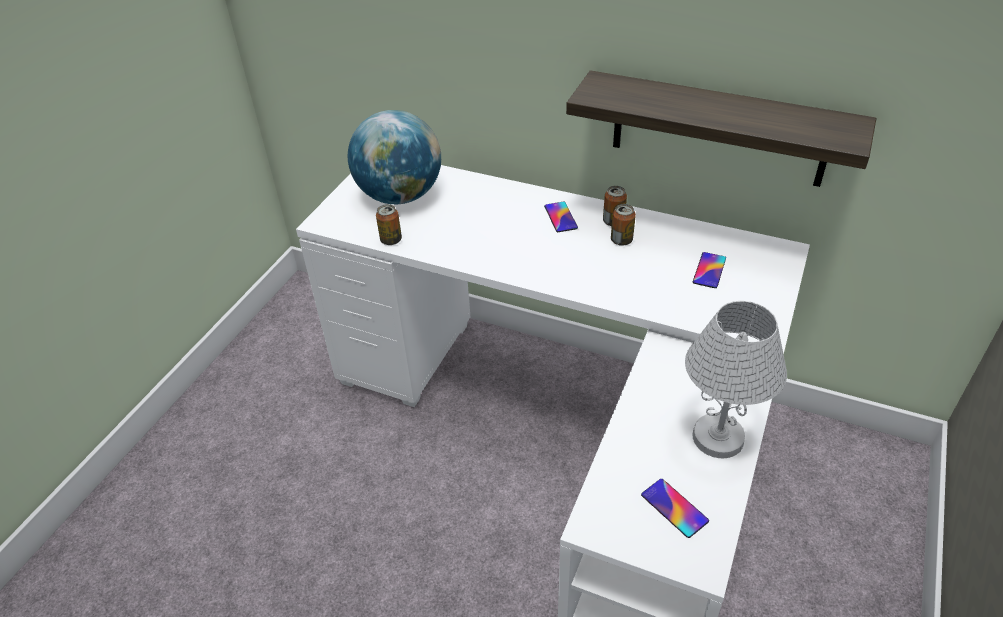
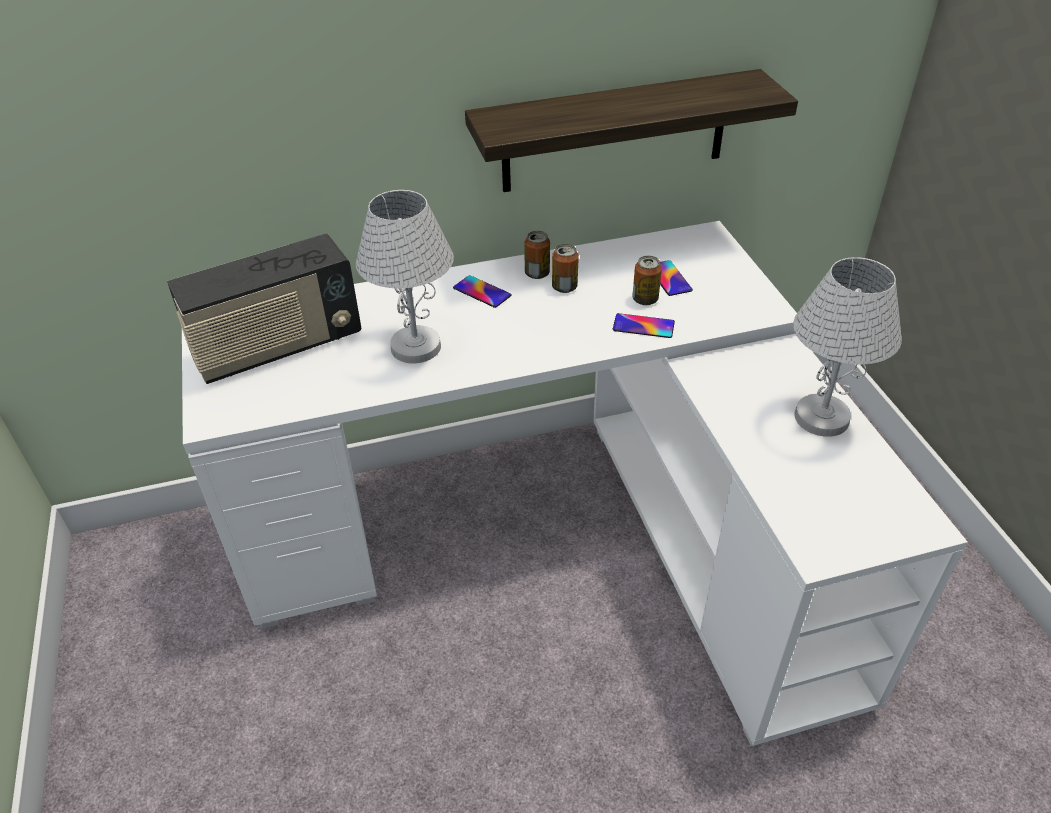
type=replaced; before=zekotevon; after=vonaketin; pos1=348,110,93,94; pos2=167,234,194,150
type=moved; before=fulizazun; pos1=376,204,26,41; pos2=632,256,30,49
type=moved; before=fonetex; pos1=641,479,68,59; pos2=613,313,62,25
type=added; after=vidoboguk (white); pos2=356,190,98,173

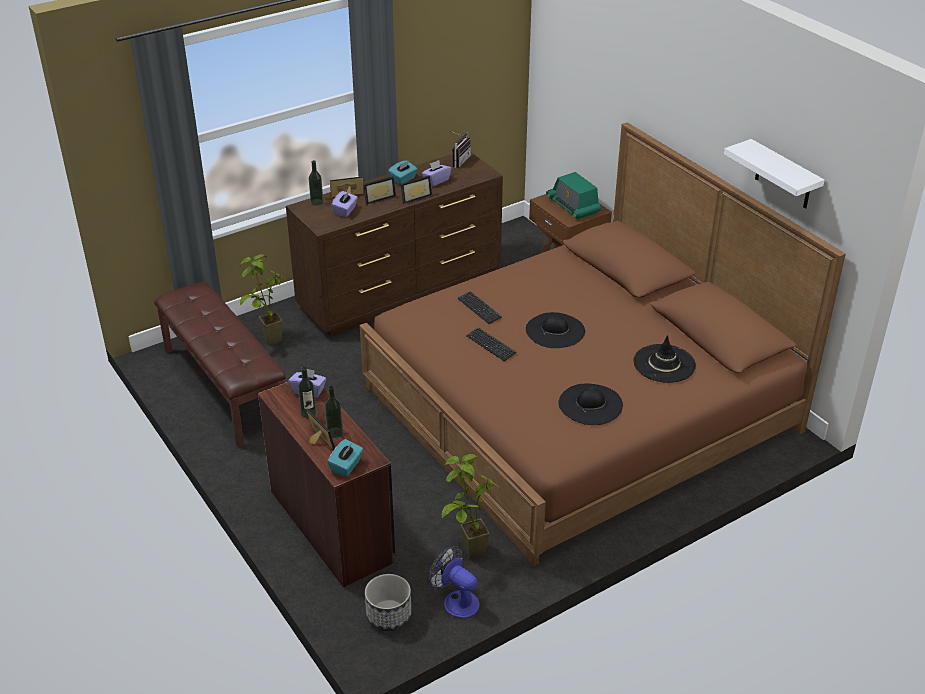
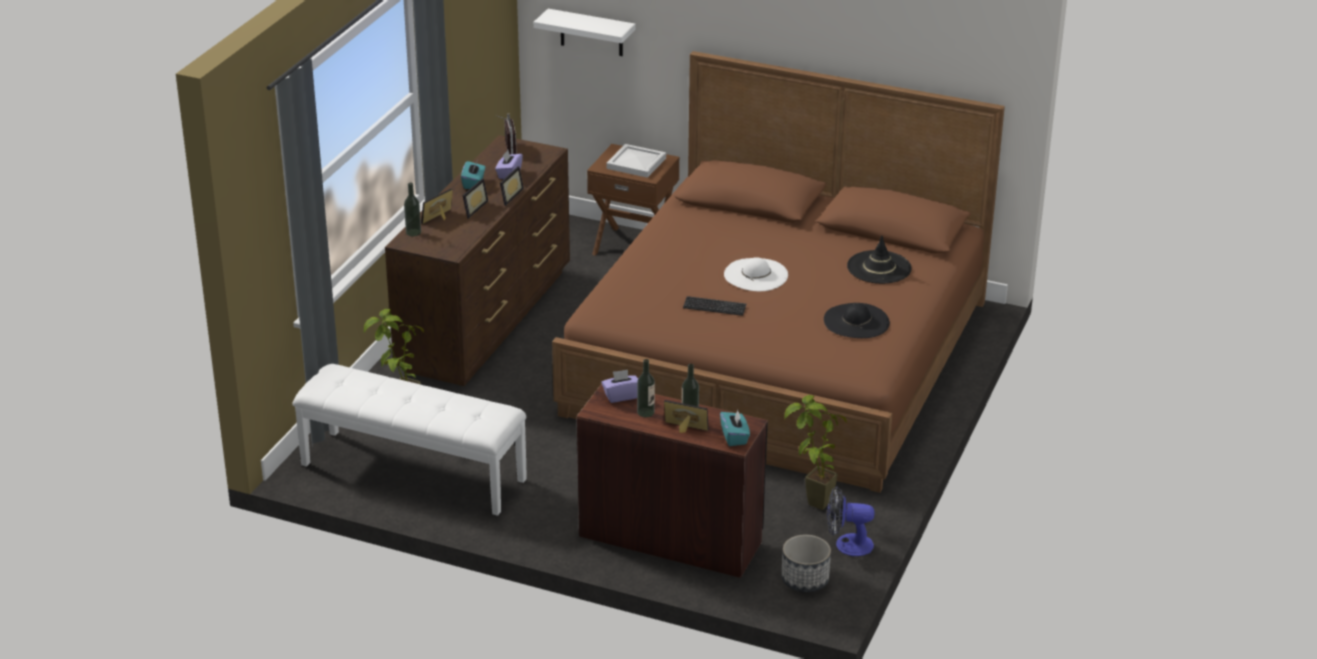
type=recoloured; before=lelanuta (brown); after=lelanuta (white); pos1=154,282,132,166; pos2=292,364,235,152
type=removed; before=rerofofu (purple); pos1=332,190,26,27
type=removed; before=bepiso; pos1=458,291,44,33
type=recoloured; before=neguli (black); after=neguli (white); pos1=526,312,59,36; pos2=724,257,64,34
type=replaced; before=vonaketin; after=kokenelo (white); pos1=546,172,55,48; pos2=606,144,60,34
type=moved; before=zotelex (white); pos1=724,139,100,70; pos2=534,9,102,47

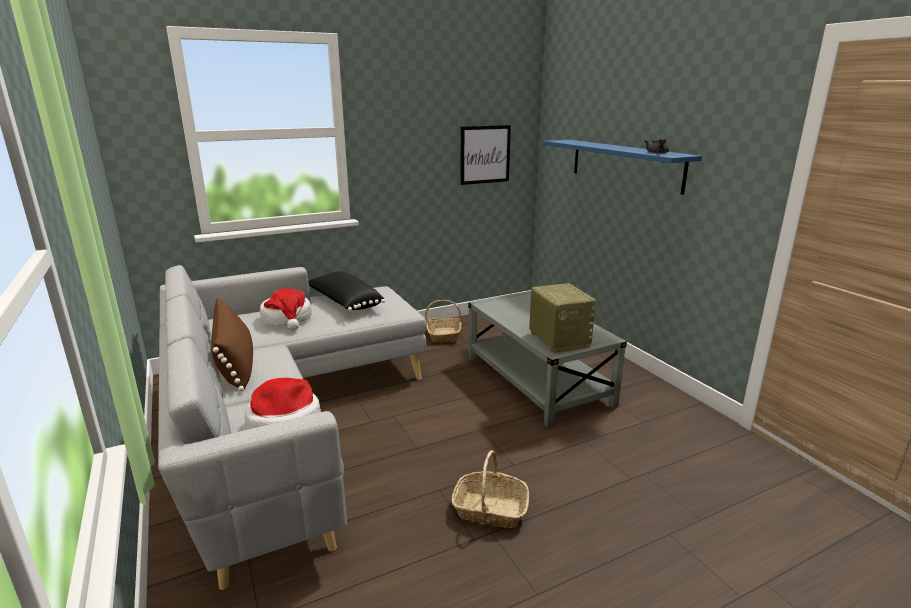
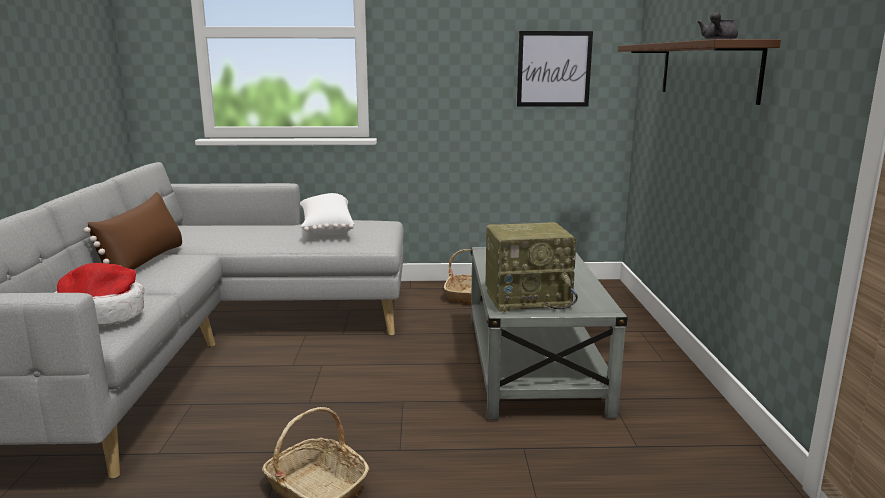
type=removed; before=neguli; pos1=260,288,52,42
type=recoloured; before=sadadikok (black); after=sadadikok (white); pos1=308,271,77,40; pos2=300,193,54,41
type=turned; before=vonaketin; pos1=529,283,67,70; pos2=485,222,93,90; turn=75
type=recoloured; before=zotelex (blue); after=zotelex (brown); pos1=544,140,158,55; pos2=618,39,163,66

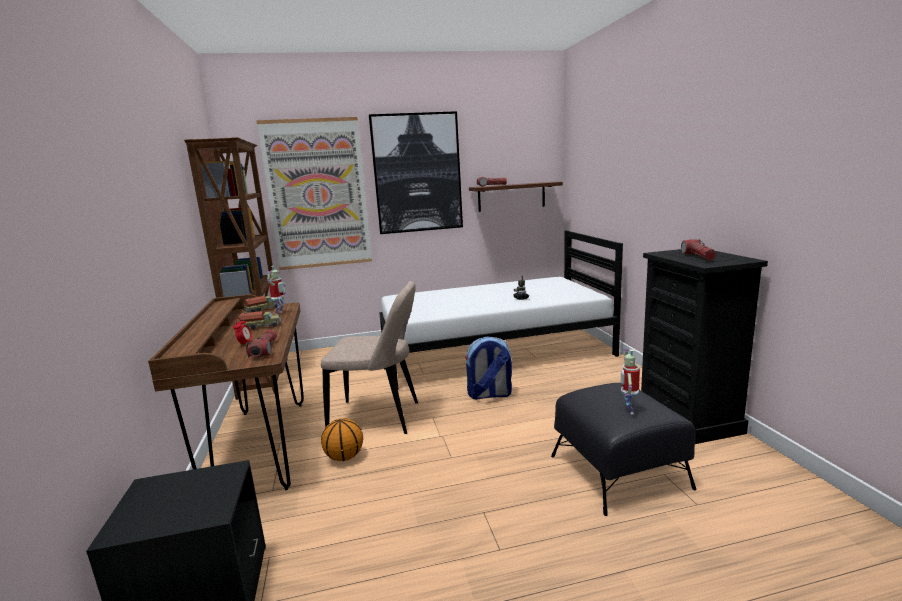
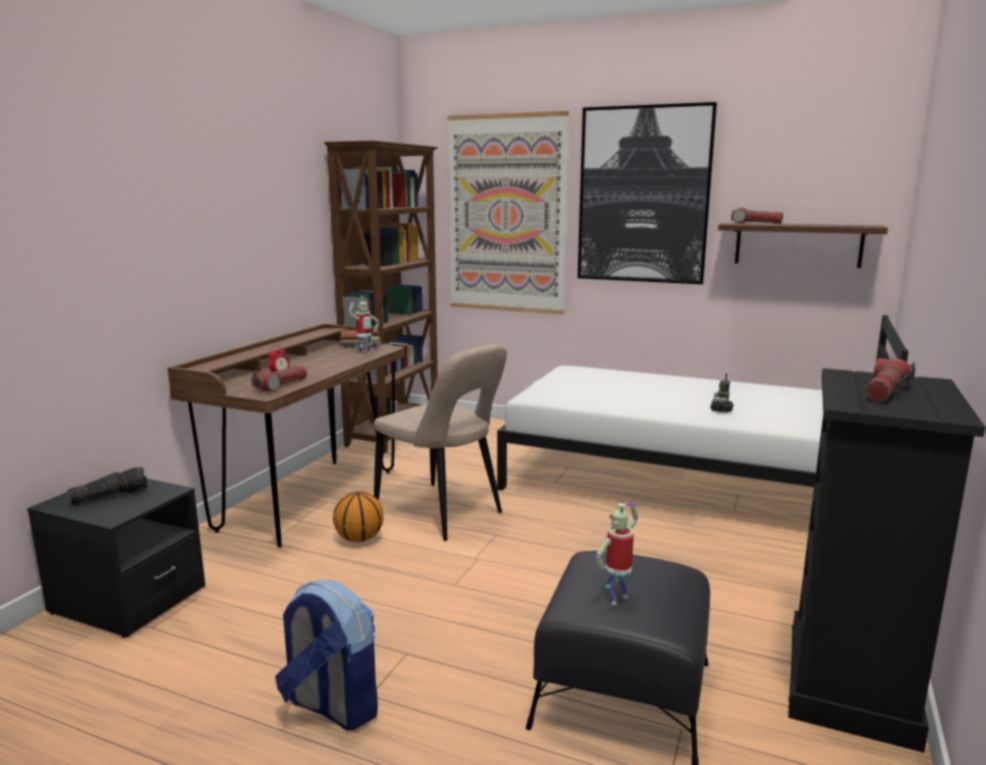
type=removed; before=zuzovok; pos1=240,311,41,19
type=moved; before=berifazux; pos1=465,336,47,64; pos2=275,579,103,152
type=added; after=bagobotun; pos2=68,467,80,38

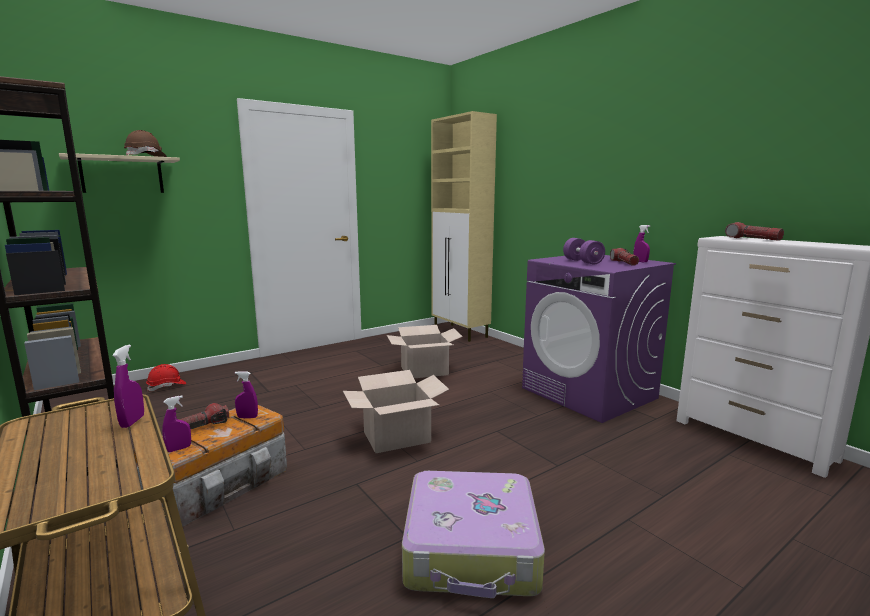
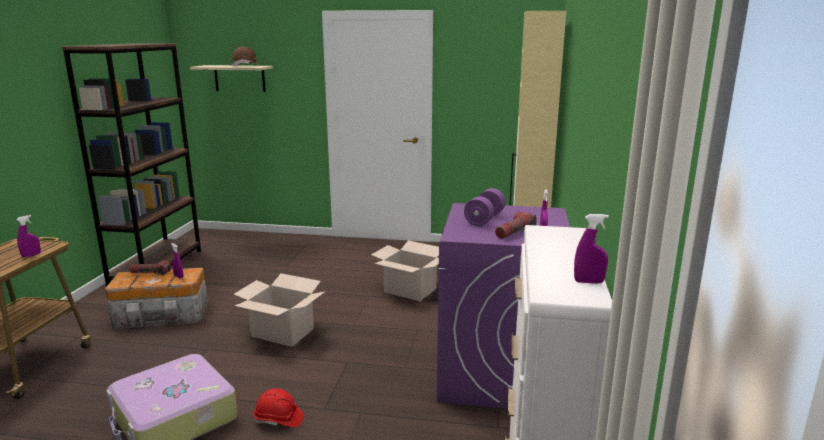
type=moved; before=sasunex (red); pos1=146,364,40,28; pos2=253,388,51,39
type=moved; before=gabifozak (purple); pos1=162,395,29,57; pos2=574,214,35,70
type=removed; before=bagobotun; pos1=725,222,59,19

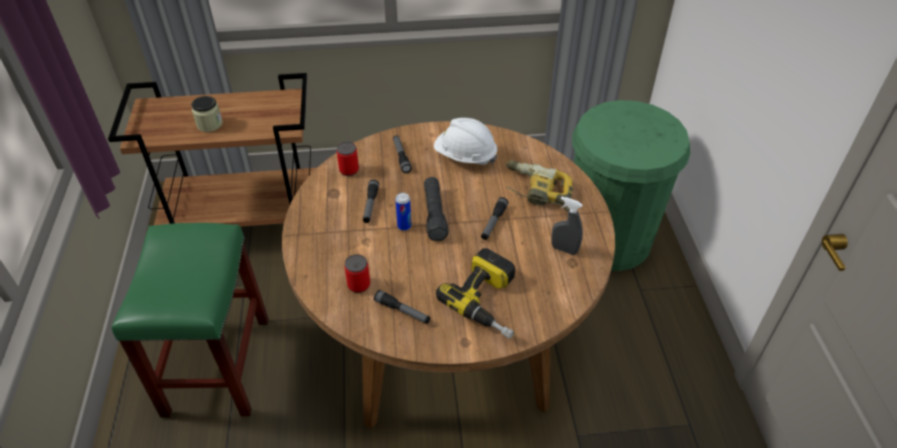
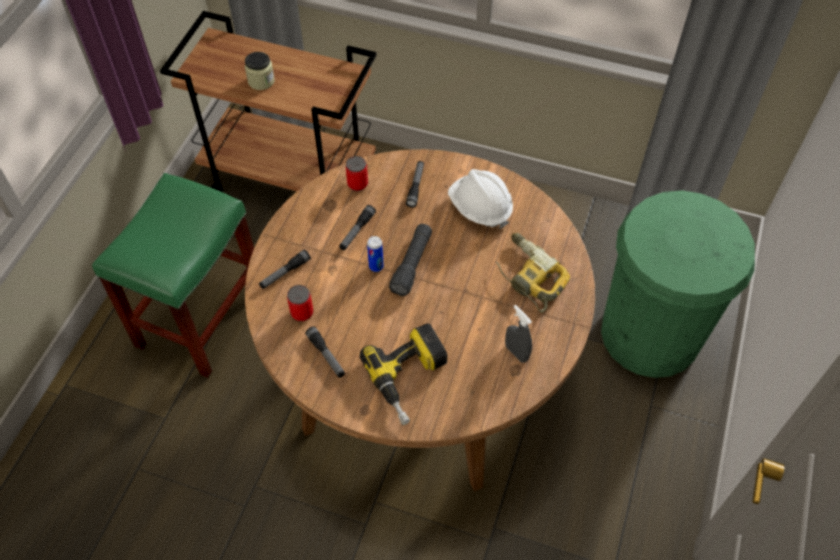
type=moved; before=bagobotun; pos1=481,197,28,43; pos2=259,250,52,39

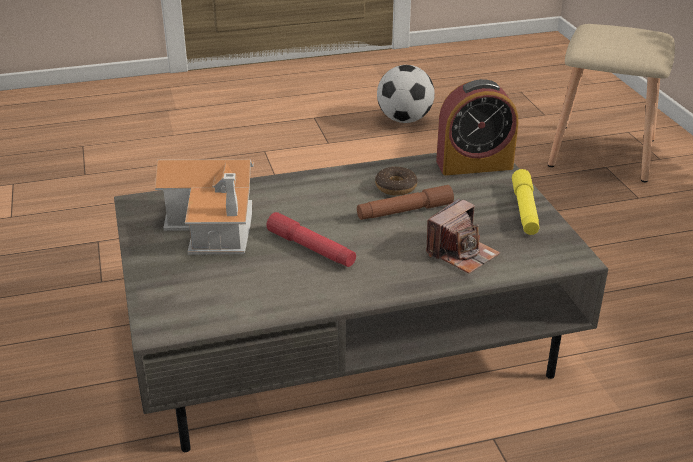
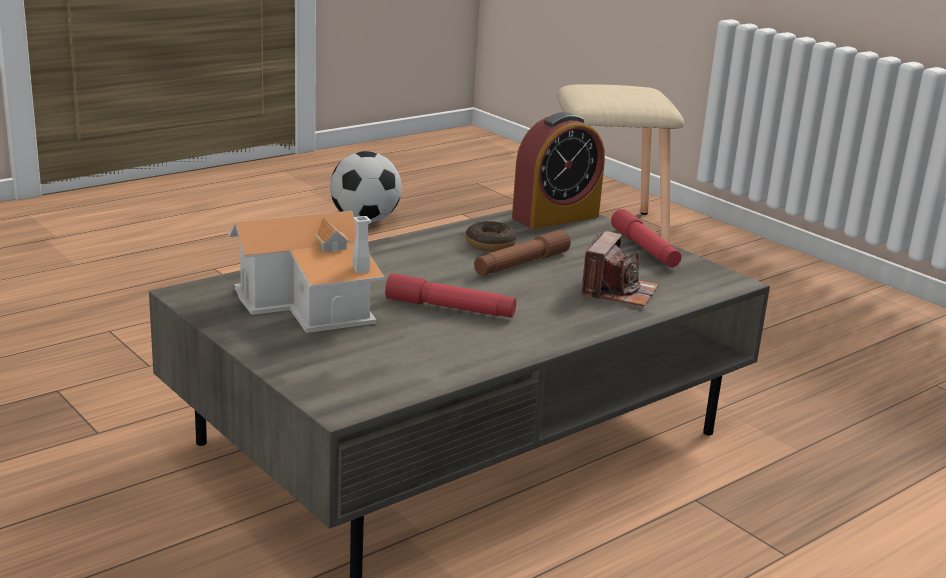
type=recoloured; before=bagobotun (yellow); after=bagobotun (red); pos1=512,169,27,66; pos2=611,209,70,58

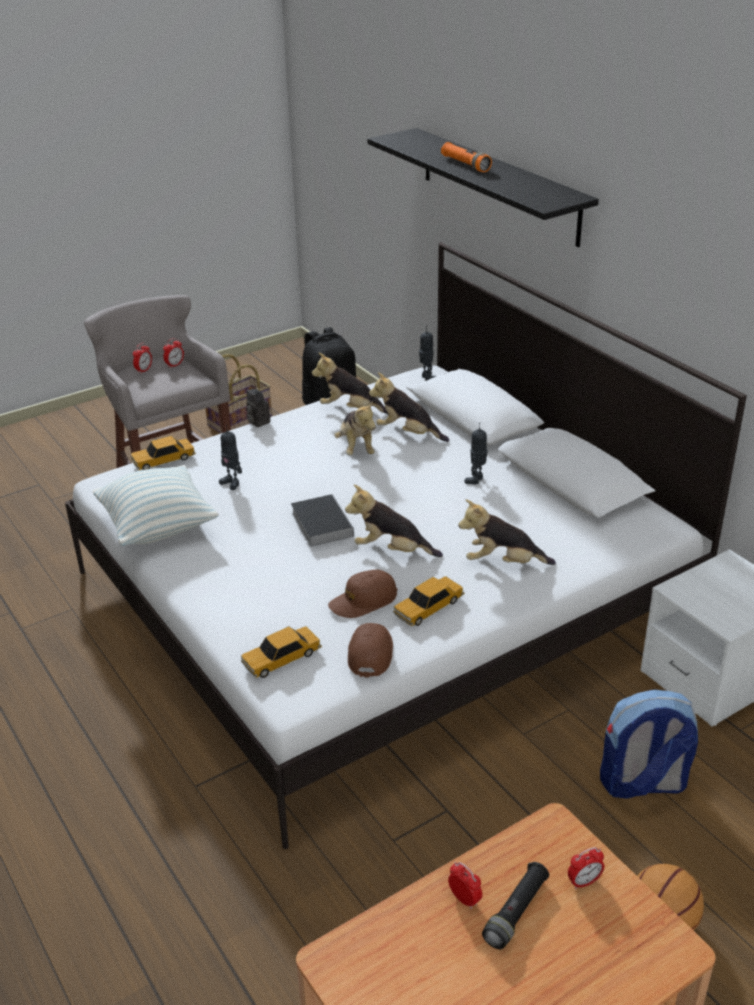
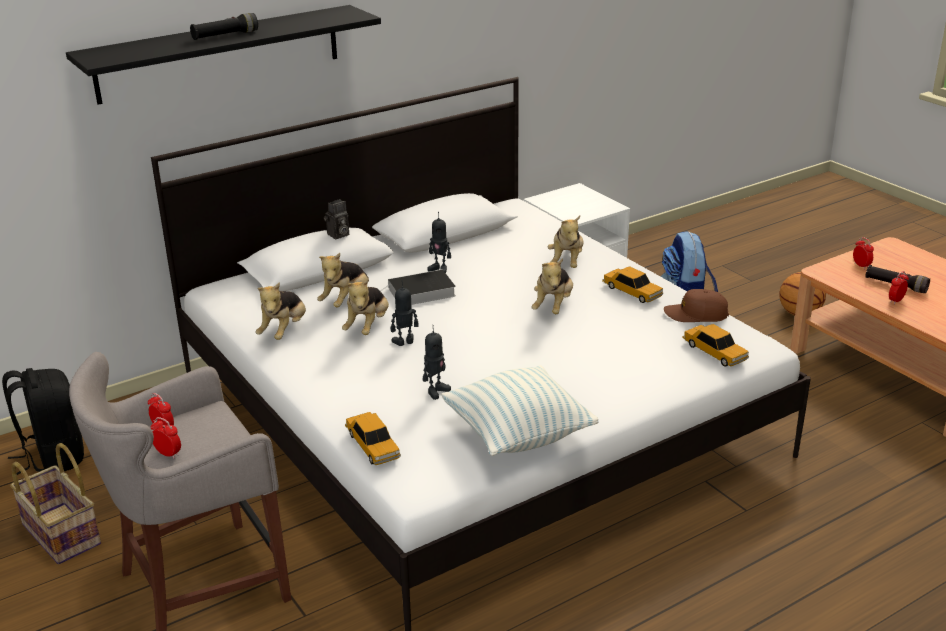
type=moved; before=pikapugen; pos1=246,388,24,40; pos2=324,199,25,40
type=moved; before=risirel; pos1=291,494,63,53; pos2=380,269,76,36
type=removed; before=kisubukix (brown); pos1=328,570,69,48
type=turned; before=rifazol; pos1=334,401,42,54; pos2=342,278,47,57; turn=120
type=moved; before=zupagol; pos1=419,331,17,50; pos2=391,280,28,66
type=recoloured; before=bagobotun (orange); after=bagobotun (black); pos1=441,142,51,30; pos2=190,13,68,27

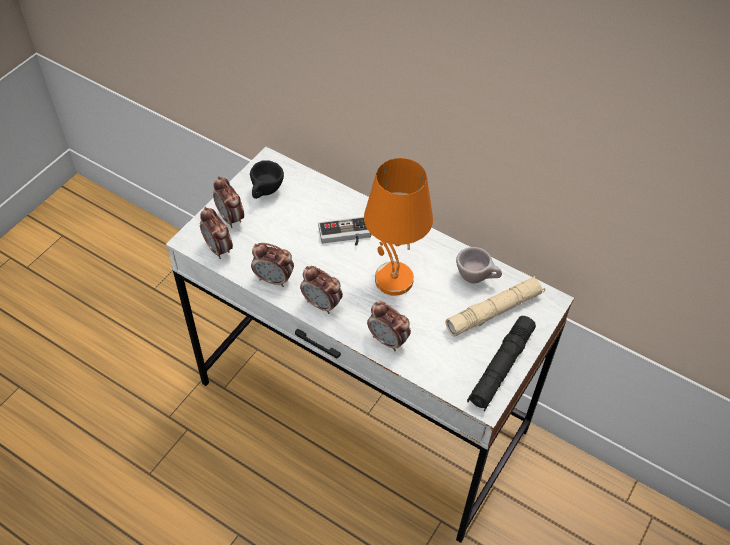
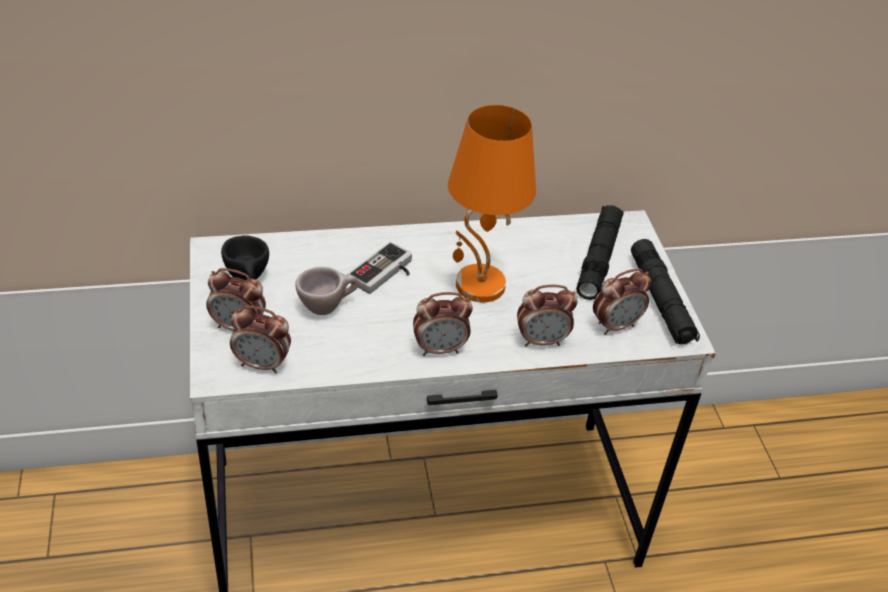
type=moved; before=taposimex; pos1=251,243,43,44; pos2=593,269,58,66
type=recoloured; before=bagobotun (beige); after=bagobotun (black); pos1=445,276,100,61; pos2=576,205,48,95
type=moved; before=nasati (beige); pos1=456,247,46,36; pos2=295,267,64,48

